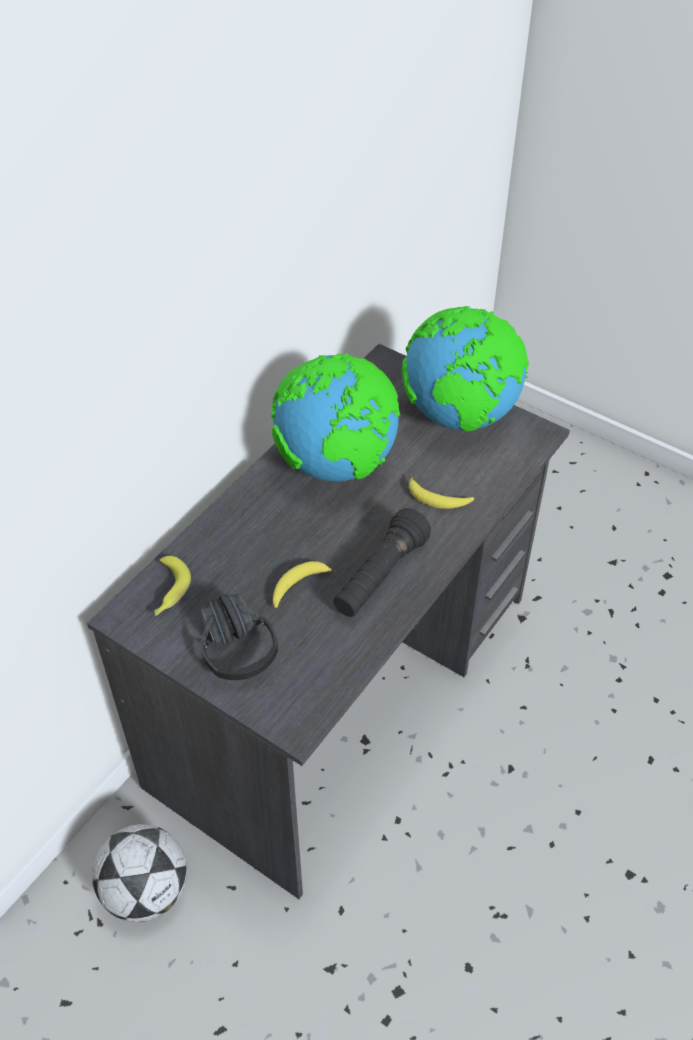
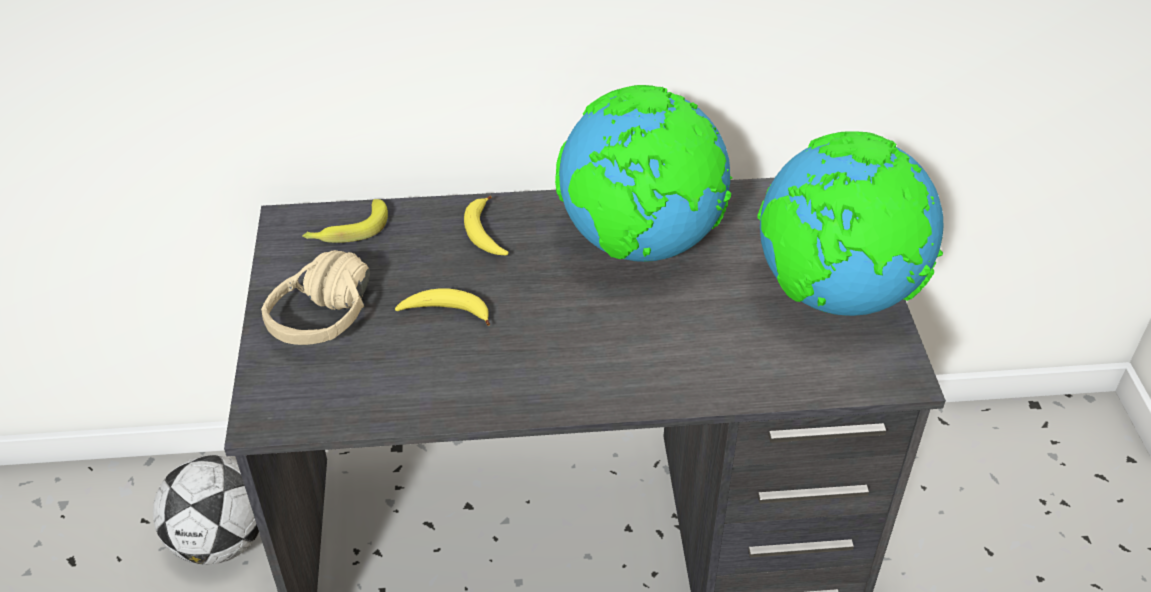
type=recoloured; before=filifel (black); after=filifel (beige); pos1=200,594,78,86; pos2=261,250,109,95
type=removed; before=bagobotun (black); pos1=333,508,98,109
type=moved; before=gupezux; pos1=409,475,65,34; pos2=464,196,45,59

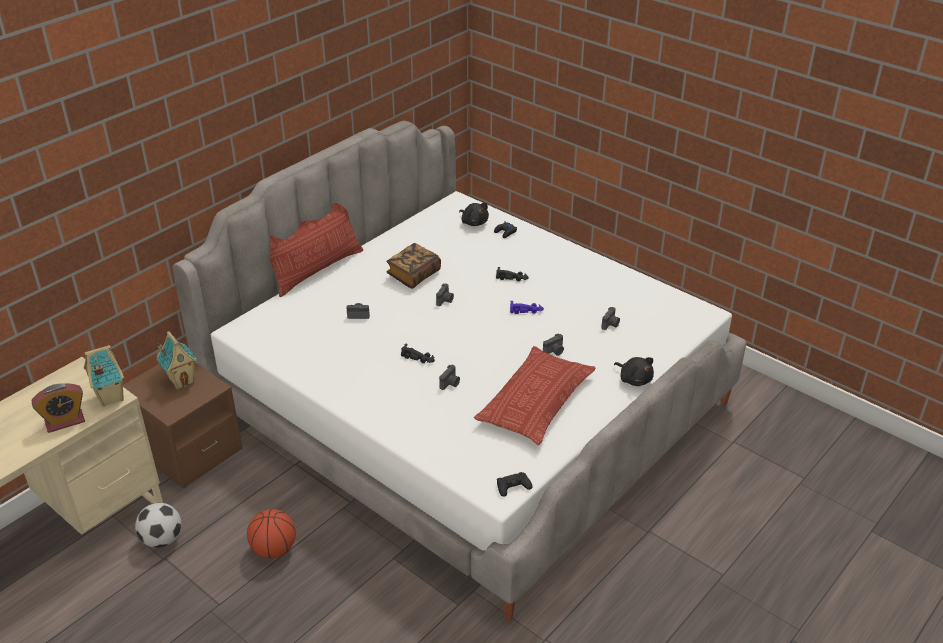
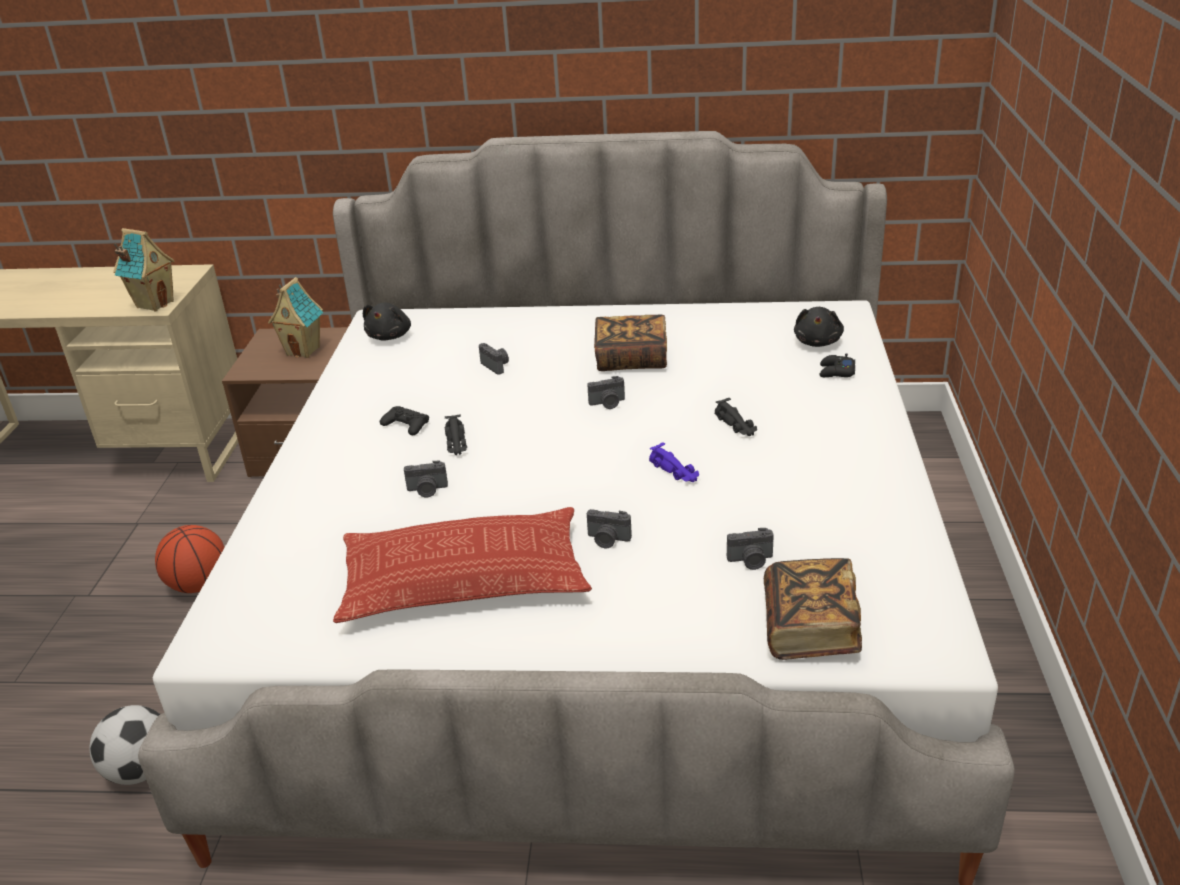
type=removed; before=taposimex; pos1=31,383,54,50
type=moved; before=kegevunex; pos1=135,503,46,45; pos2=90,705,70,80
type=removed; before=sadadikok; pos1=270,203,93,94
type=moved; before=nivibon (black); pos1=497,472,36,25; pos2=380,406,49,29
type=moved; before=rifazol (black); pos1=614,357,40,29; pos2=363,302,48,38
type=added; after=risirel; pos2=764,558,98,102

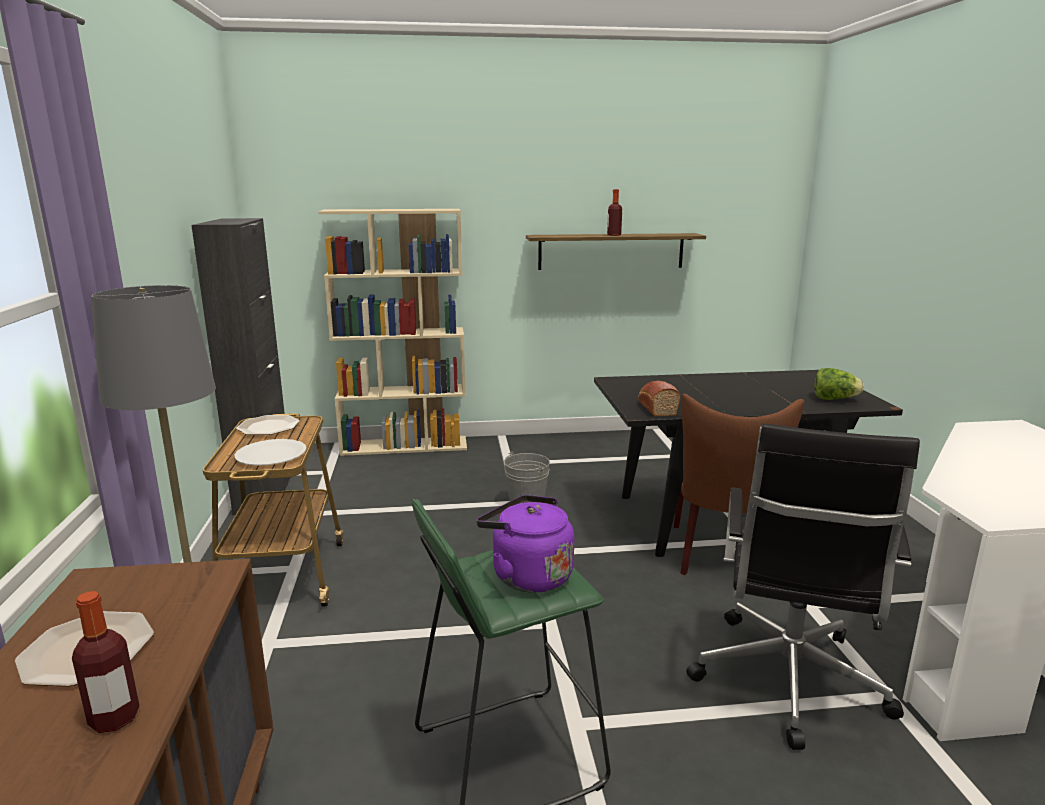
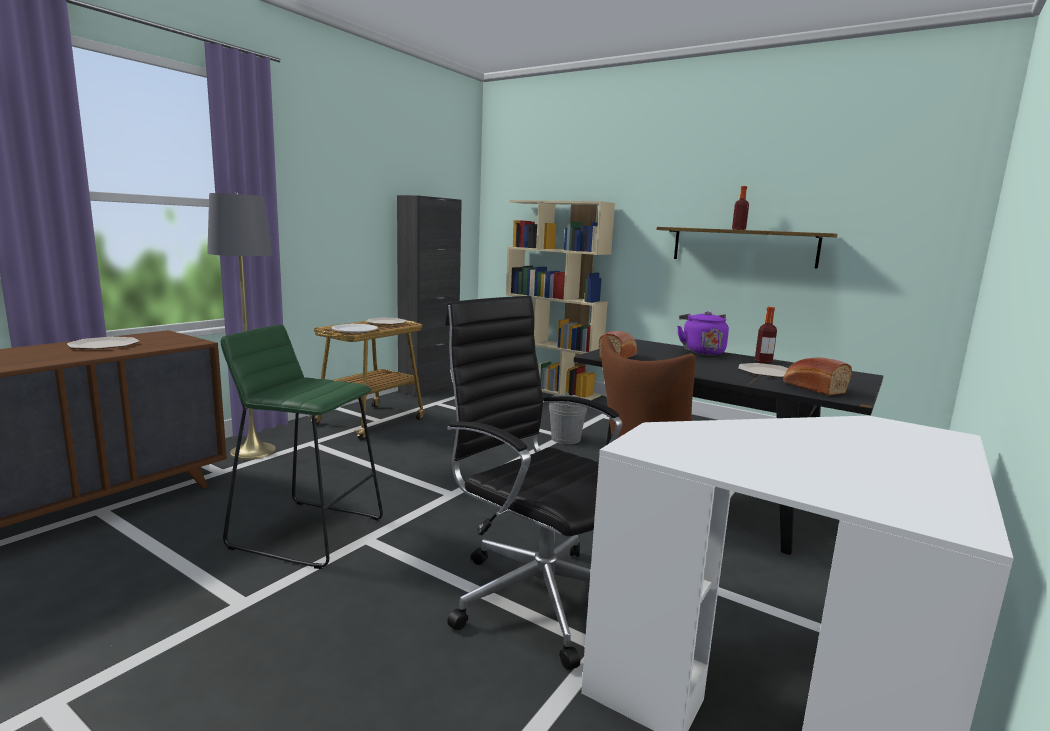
type=moved; before=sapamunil; pos1=72,591,68,142; pos2=755,307,22,56
type=moved; before=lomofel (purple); pos1=476,495,98,98; pos2=677,311,52,44
type=turned; before=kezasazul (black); pos1=686,424,234,326; pos2=445,296,177,374; turn=75
type=replaced; before=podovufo; after=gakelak; pos1=814,368,50,32; pos2=783,358,69,38
type=added; after=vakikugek; pos2=738,363,50,14

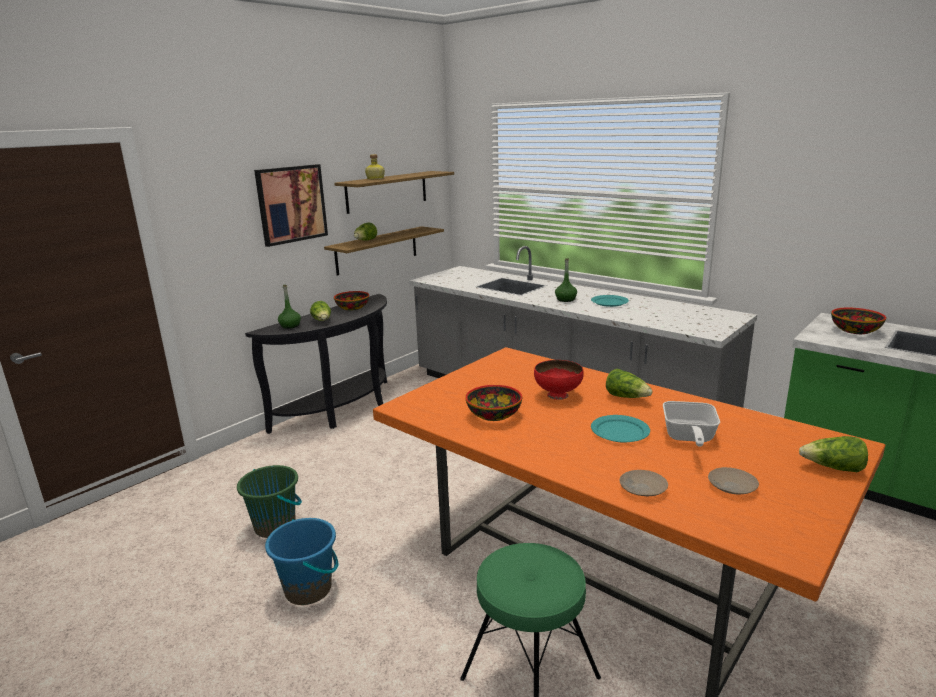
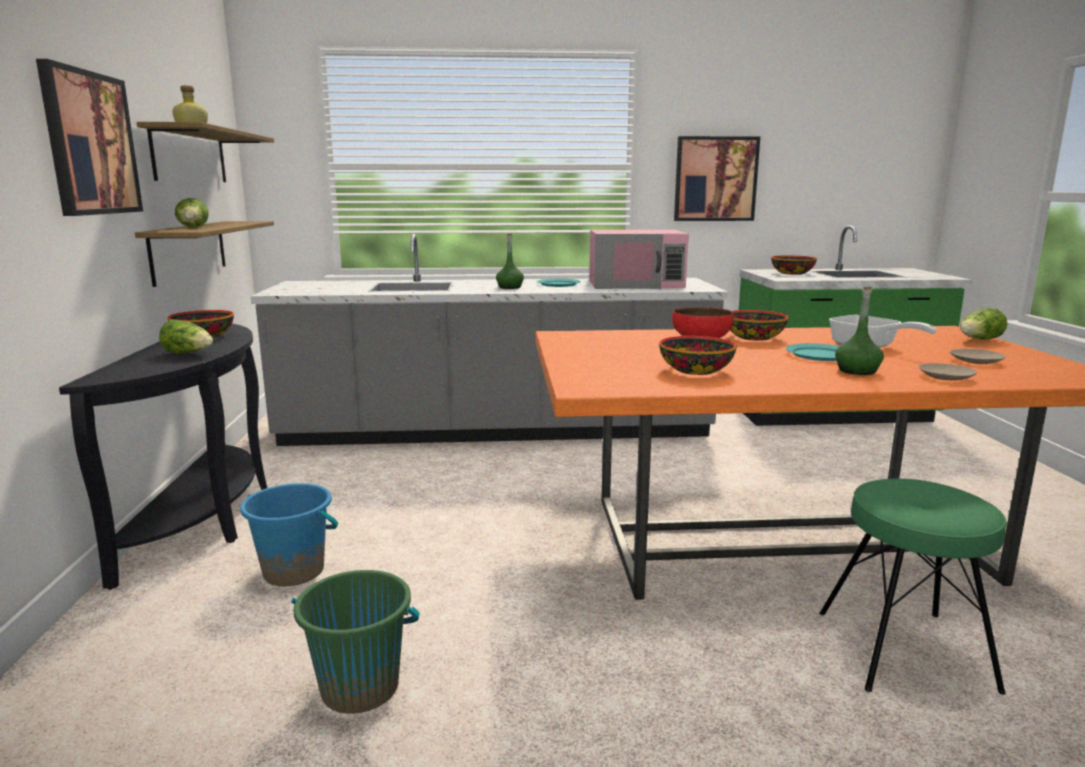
type=moved; before=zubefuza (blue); pos1=265,518,73,87; pos2=240,483,98,103
type=moved; before=sapamunil (green); pos1=278,285,23,44; pos2=835,287,49,88
type=replaced; before=podovufo; after=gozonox; pos1=606,369,47,29; pos2=730,310,59,31
type=added; after=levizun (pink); pos2=589,230,100,59
type=added; after=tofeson; pos2=674,136,86,85

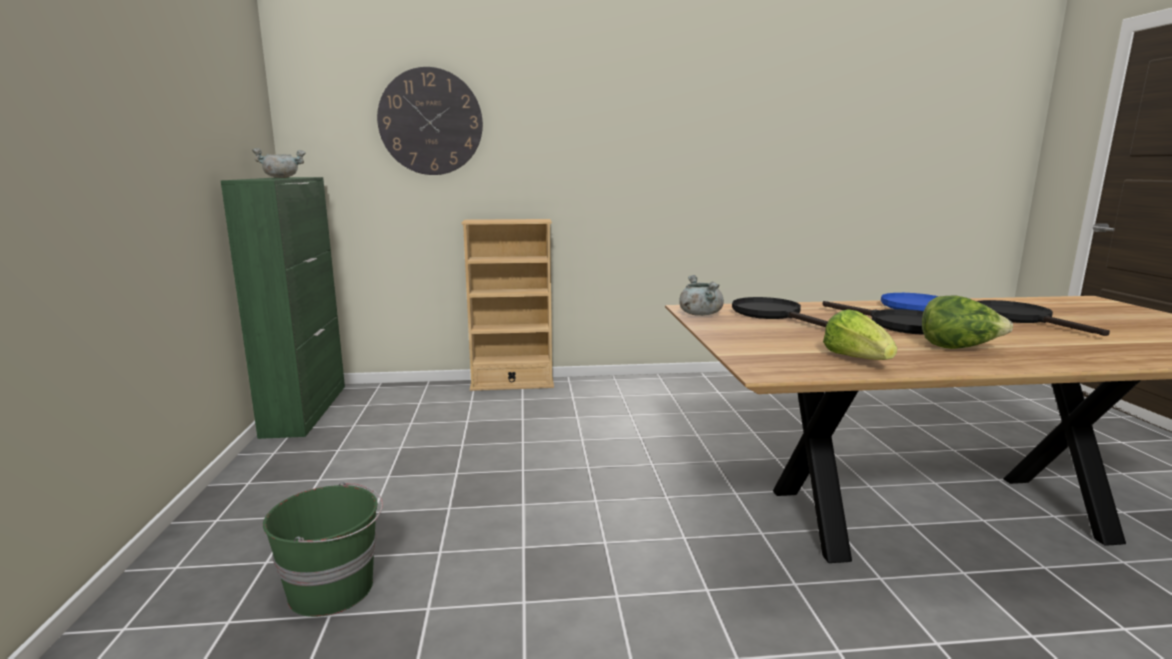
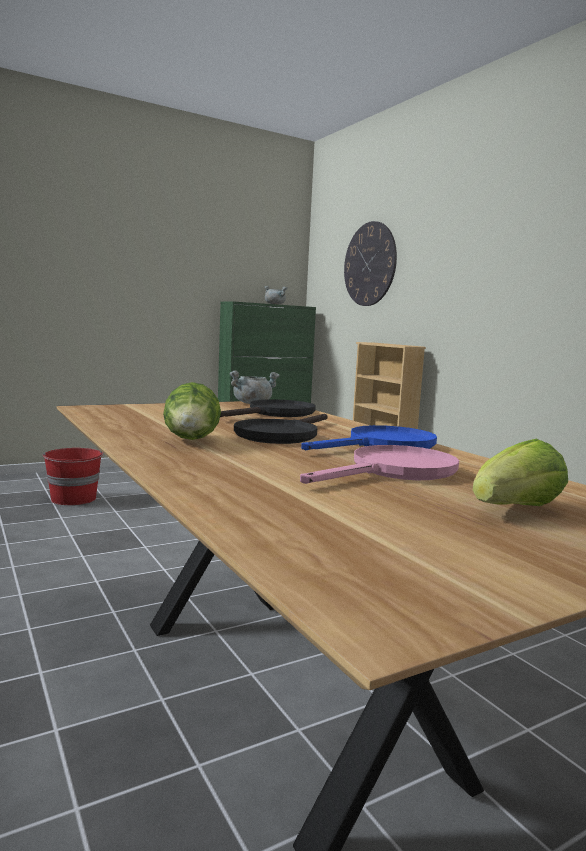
type=recoloured; before=zubefuza (green); after=zubefuza (red); pos1=263,482,120,135; pos2=42,448,61,57
type=moved; before=podovufo; pos1=823,310,74,50; pos2=472,439,96,67
type=recoloured; before=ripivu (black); after=ripivu (pink); pos1=977,300,133,36; pos2=300,445,159,39

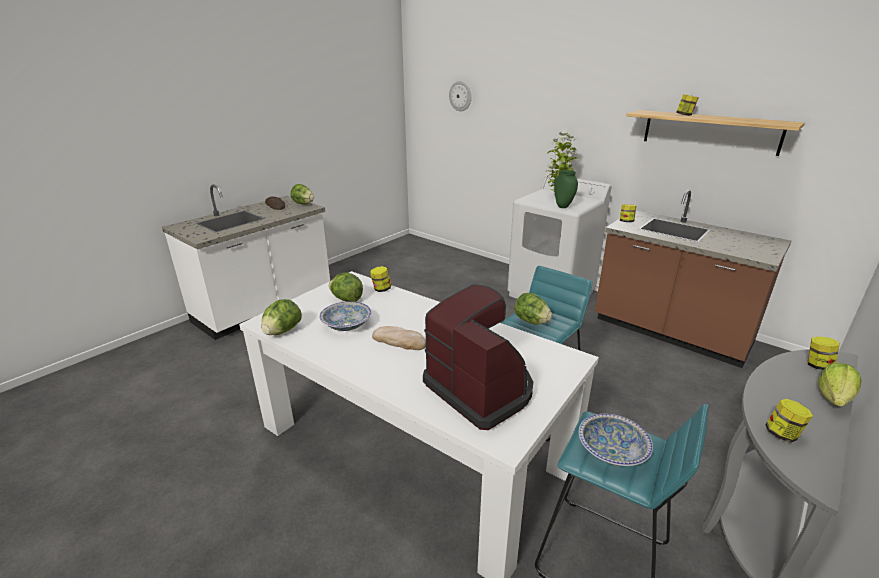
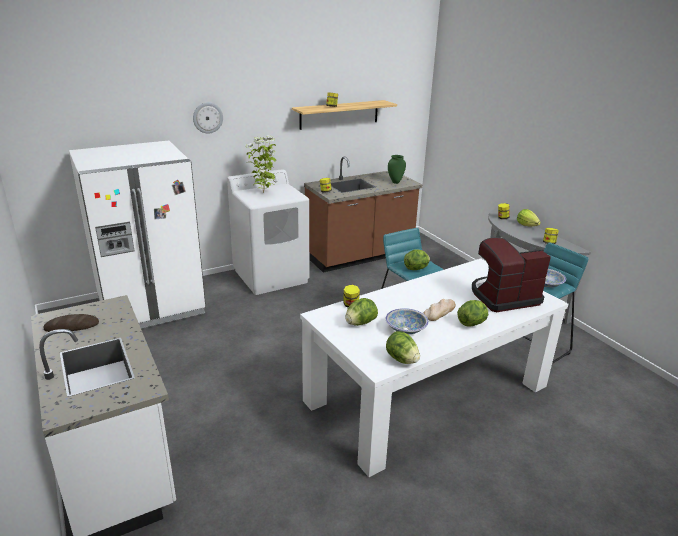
type=moved; before=podovufo; pos1=290,184,24,20; pos2=457,300,31,27
type=moved; before=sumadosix; pos1=449,81,22,30; pos2=193,102,30,32
type=moved; before=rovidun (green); pos1=554,170,24,38; pos2=388,155,18,29
type=added; after=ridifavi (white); pos2=69,141,137,188

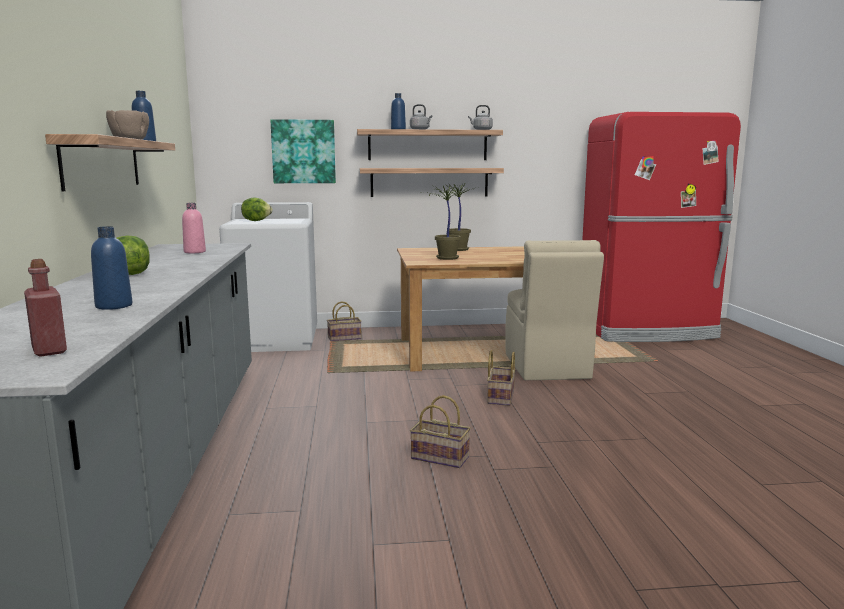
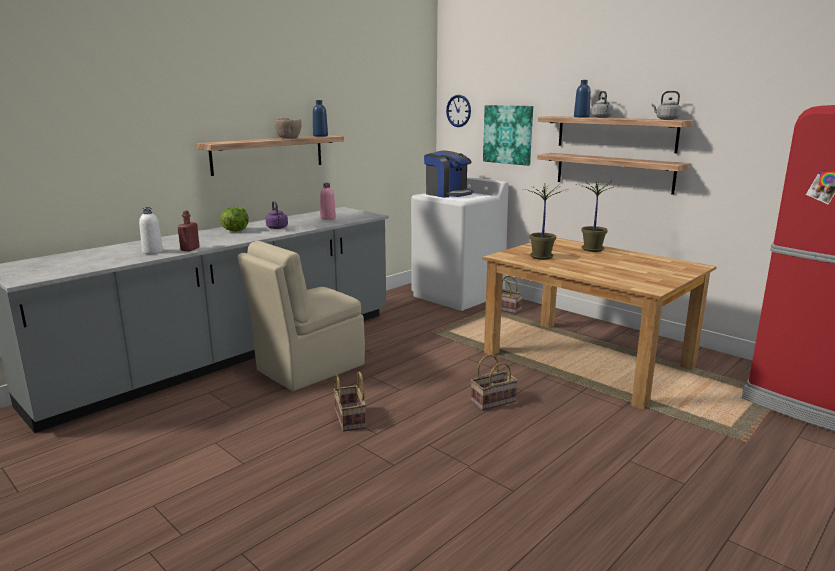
type=moved; before=sapamunil (red); pos1=24,259,43,97; pos2=177,211,23,40
type=recoloured; before=sapamunil (blue); after=sapamunil (white); pos1=91,226,41,84; pos2=139,207,24,47
type=replaced; before=podovufo; after=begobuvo; pos1=241,198,31,23; pos2=424,151,50,47
type=moved; before=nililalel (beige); pos1=505,240,99,140; pos2=237,241,128,150
type=added; after=lomofel (purple); pos2=266,201,22,28
type=added; after=sumadosix; pos2=446,95,25,32

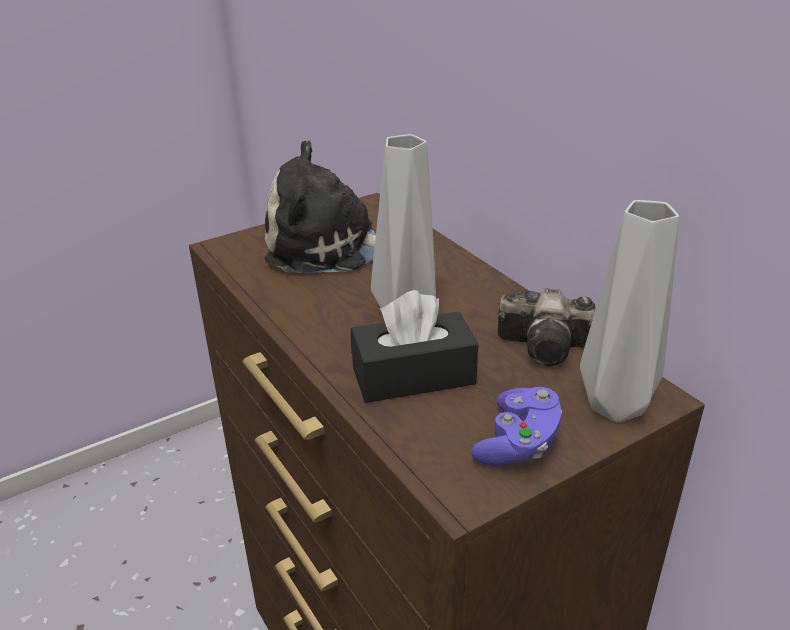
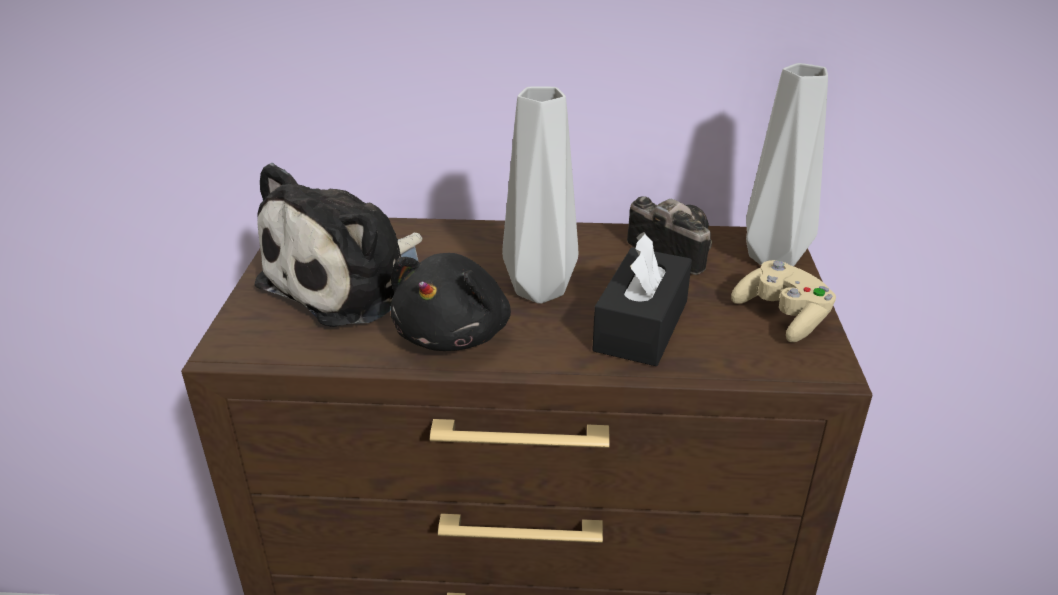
type=recoloured; before=nivibon (purple); after=nivibon (beige); pos1=471,387,91,79; pos2=731,260,105,82
type=turned; before=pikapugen; pos1=498,288,98,78; pos2=627,196,85,79; turn=-90
type=added; after=rifazol (black); pos2=391,253,120,98

